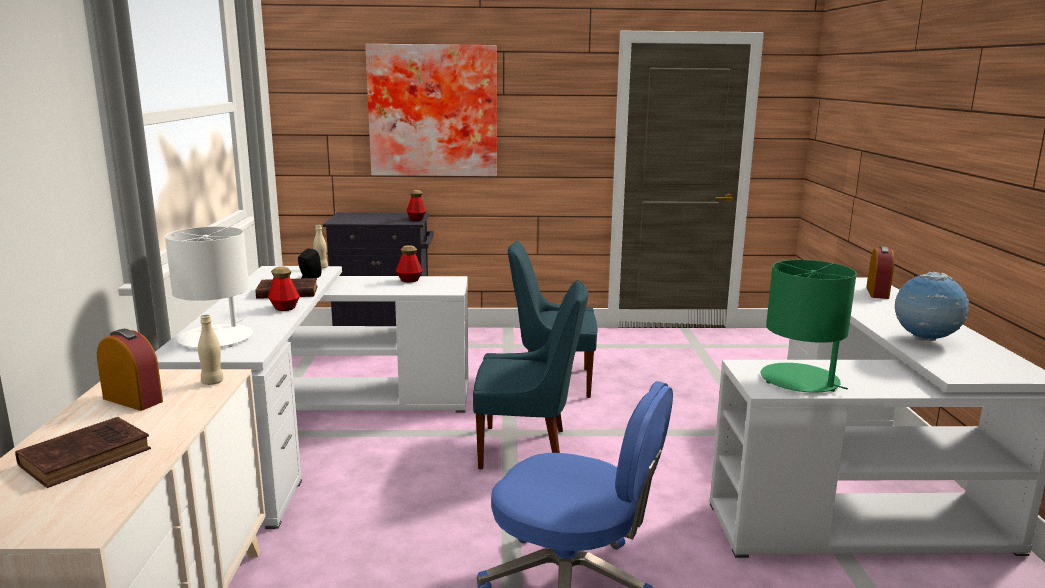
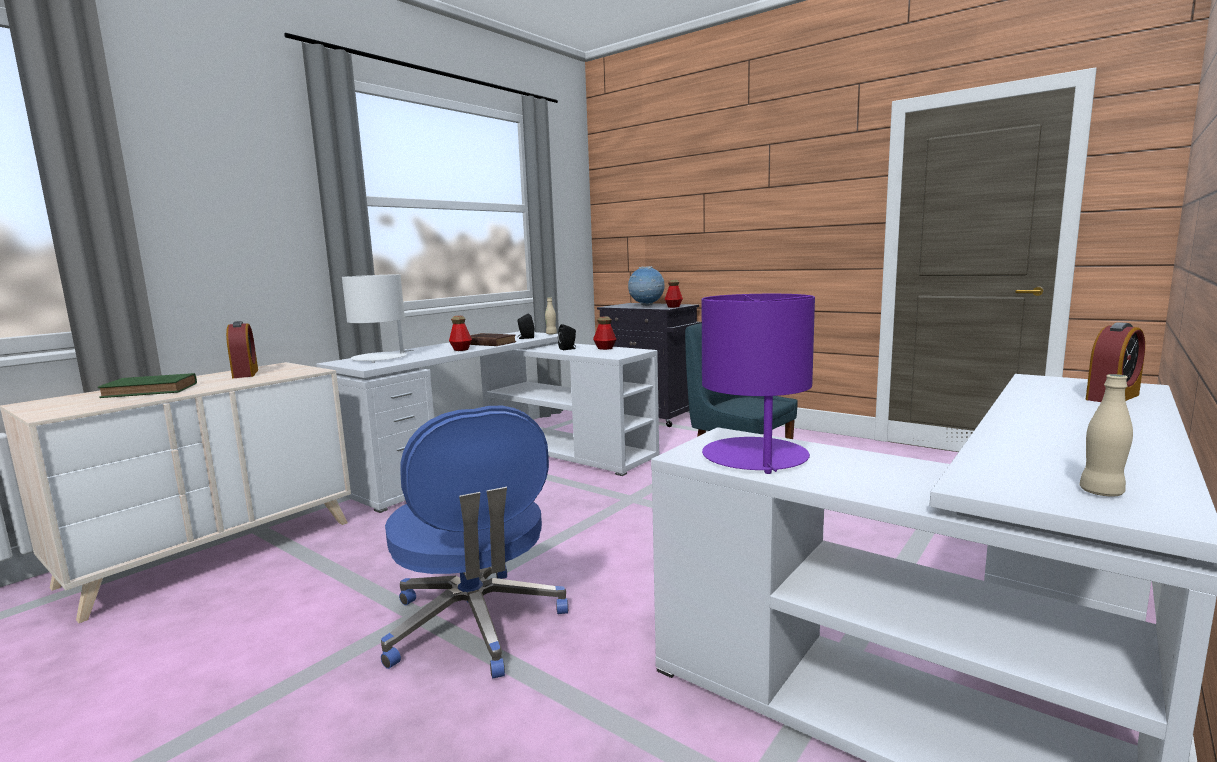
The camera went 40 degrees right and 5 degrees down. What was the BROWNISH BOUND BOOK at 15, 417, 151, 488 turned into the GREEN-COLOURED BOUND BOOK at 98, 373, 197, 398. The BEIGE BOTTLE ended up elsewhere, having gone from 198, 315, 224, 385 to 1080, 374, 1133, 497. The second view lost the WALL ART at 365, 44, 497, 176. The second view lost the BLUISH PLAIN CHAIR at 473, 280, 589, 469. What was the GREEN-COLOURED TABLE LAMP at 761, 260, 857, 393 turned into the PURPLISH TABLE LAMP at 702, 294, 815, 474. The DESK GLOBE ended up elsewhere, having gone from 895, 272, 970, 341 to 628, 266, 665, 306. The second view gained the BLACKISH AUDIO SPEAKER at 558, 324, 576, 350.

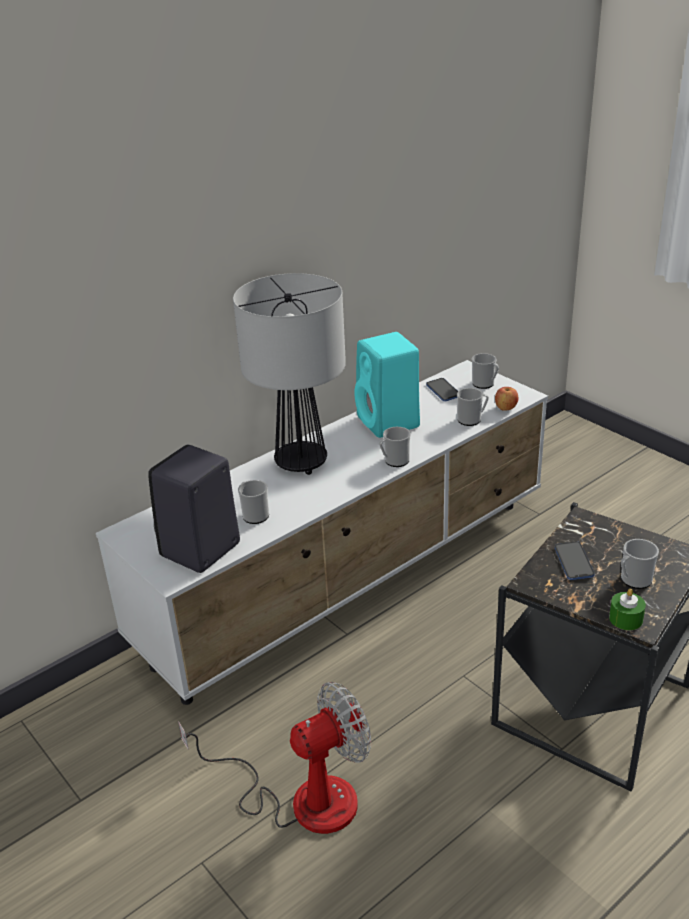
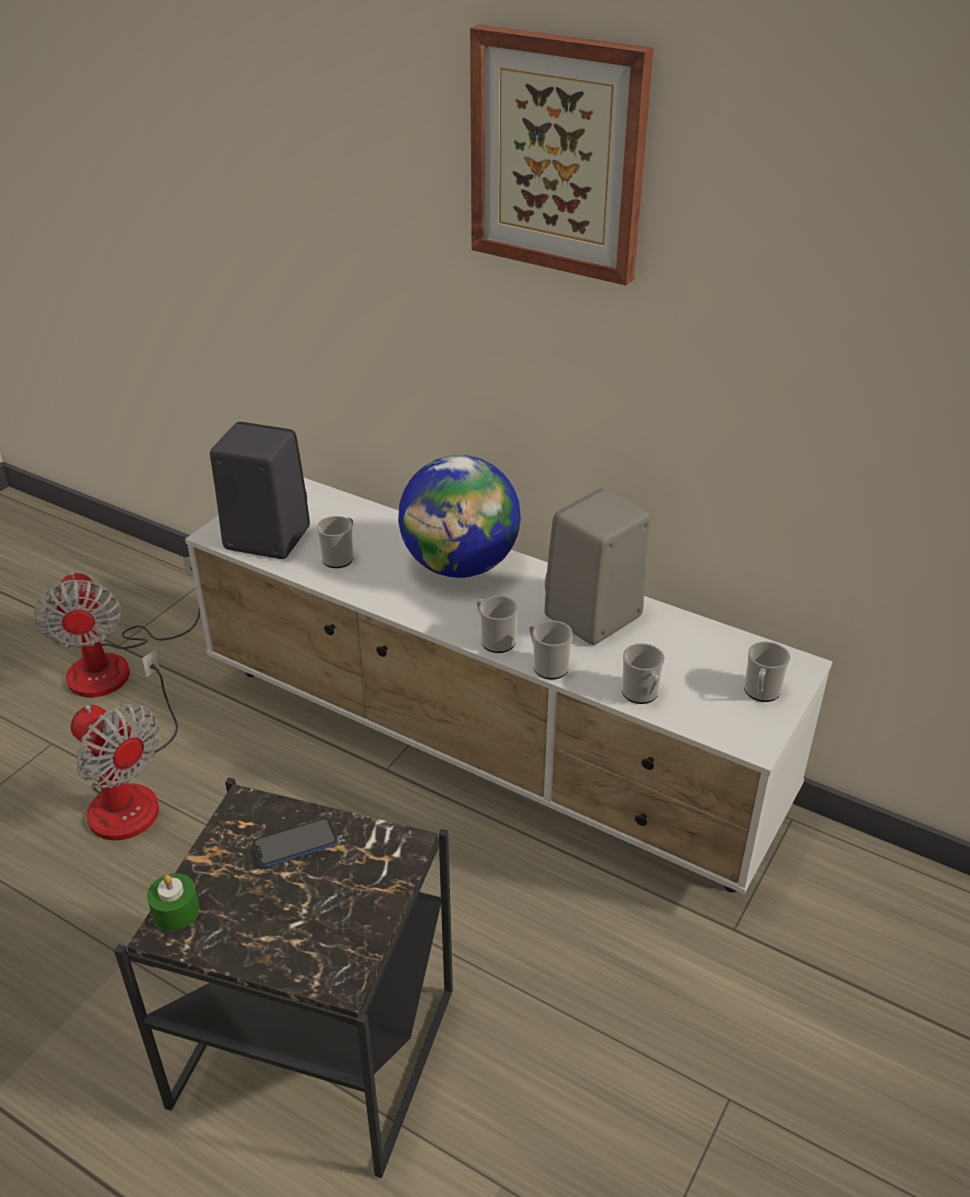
The camera went 70 degrees right and 5 degrees up. Where the TABLE LAMP stood at 233, 273, 346, 475, the DESK GLOBE came to stand at 398, 455, 521, 578. What was the TURQUOISE AUDIO SPEAKER at 354, 332, 420, 438 turned into the GREY AUDIO SPEAKER at 545, 488, 651, 645. The second view lost the PHONE at 426, 378, 458, 401. The second view lost the APPLE at 495, 387, 519, 411. The COFFEE MUG ended up elsewhere, having gone from 621, 539, 659, 589 to 529, 620, 573, 680. The second view gained the COOLING FAN at 34, 557, 200, 697. The second view gained the WALL ART at 470, 24, 653, 286.

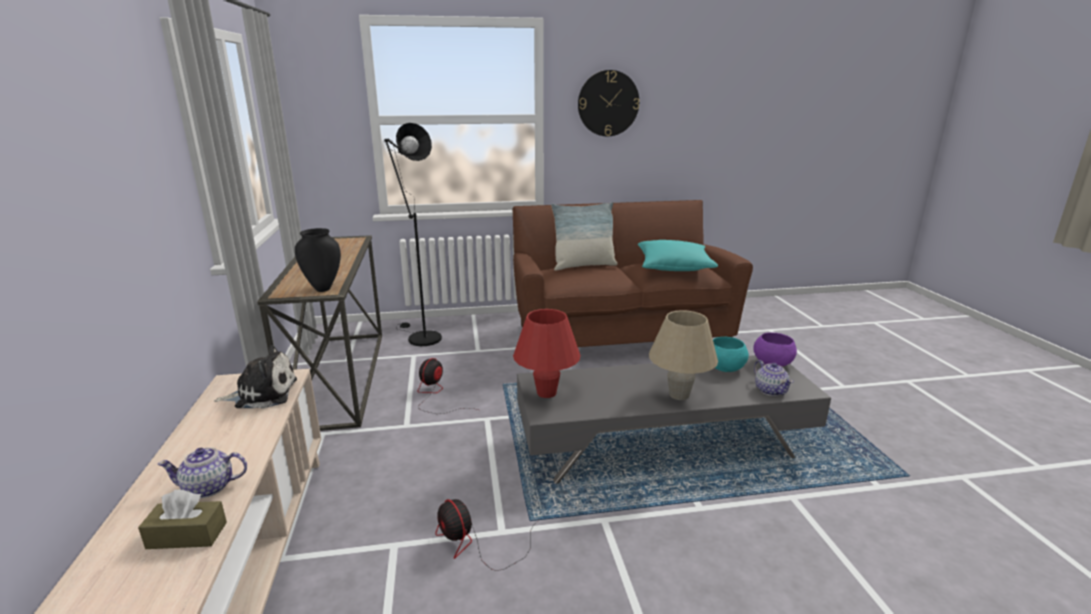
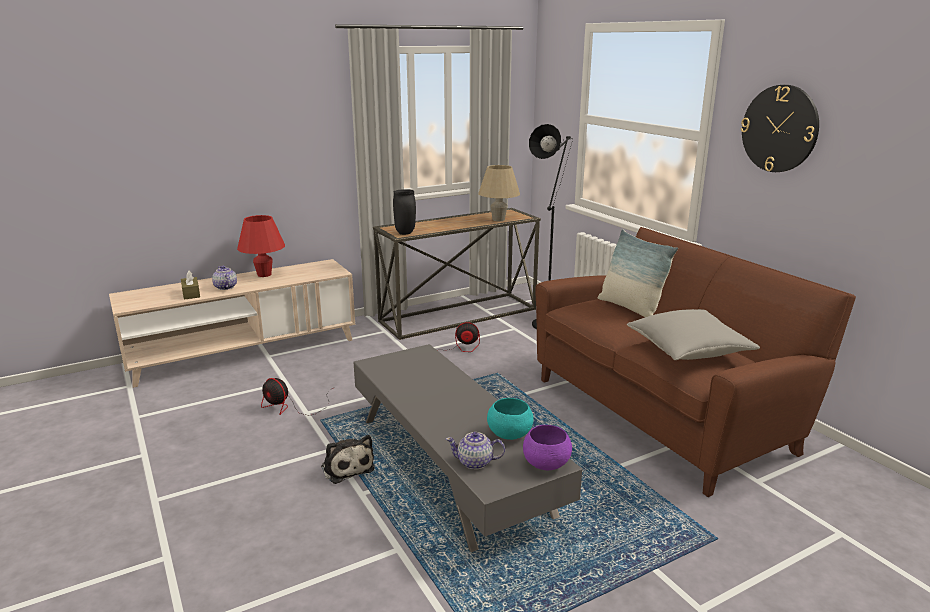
The camera went 70 degrees right and 0 degrees up. The CUDDLY TOY ended up elsewhere, having gone from 214, 345, 297, 409 to 321, 435, 375, 484. The COOLING FAN at 435, 499, 539, 571 ended up facing another way, 90 degrees counterclockwise from before. The RED TABLE LAMP ended up elsewhere, having gone from 513, 309, 581, 398 to 237, 215, 285, 277. What was the TURQUOISE THROW PILLOW at 638, 240, 718, 271 turned into the GREY THROW PILLOW at 627, 309, 760, 360. The BEIGE TABLE LAMP ended up elsewhere, having gone from 649, 310, 718, 400 to 478, 165, 520, 221. The POT FOR TEA at 754, 360, 794, 396 ended up facing another way, 45 degrees clockwise from before.

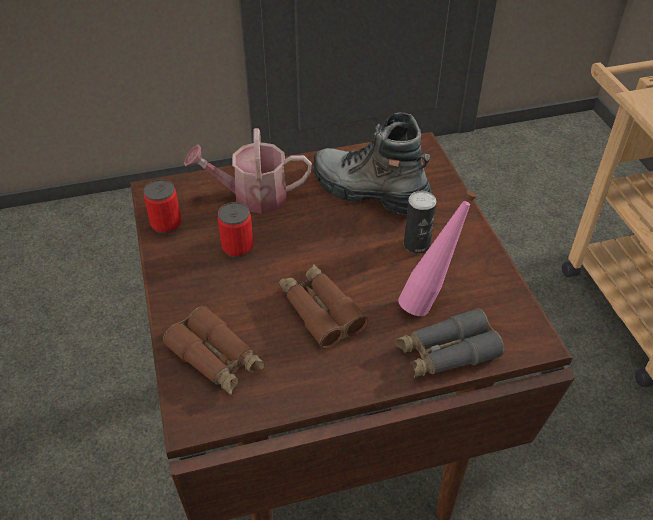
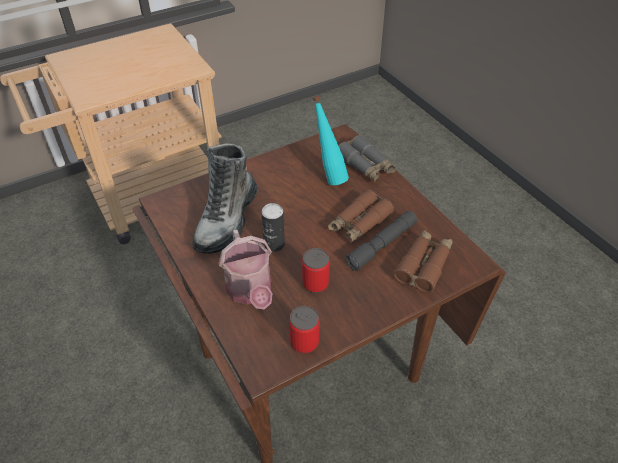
The camera went 105 degrees left and 0 degrees up. What was the PINK BOTTLE at 398, 191, 477, 316 turned into the TURQUOISE BOTTLE at 313, 96, 349, 185. The METAL CAN ended up elsewhere, having gone from 404, 191, 436, 254 to 261, 203, 285, 252. The second view gained the GREY FLASHLIGHT at 345, 211, 417, 271.

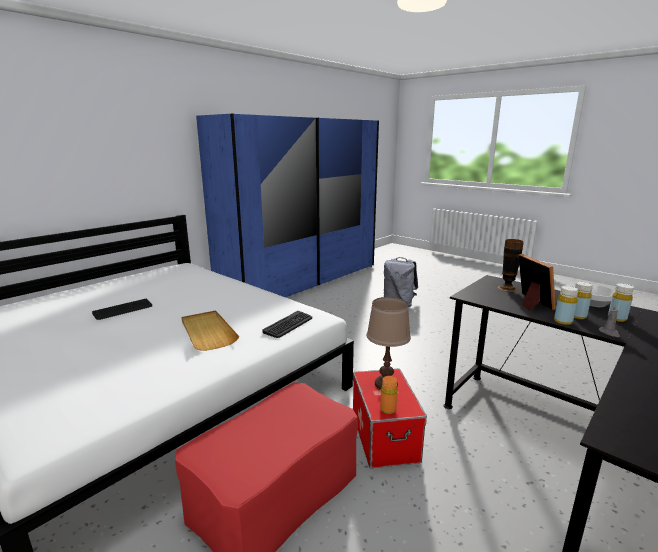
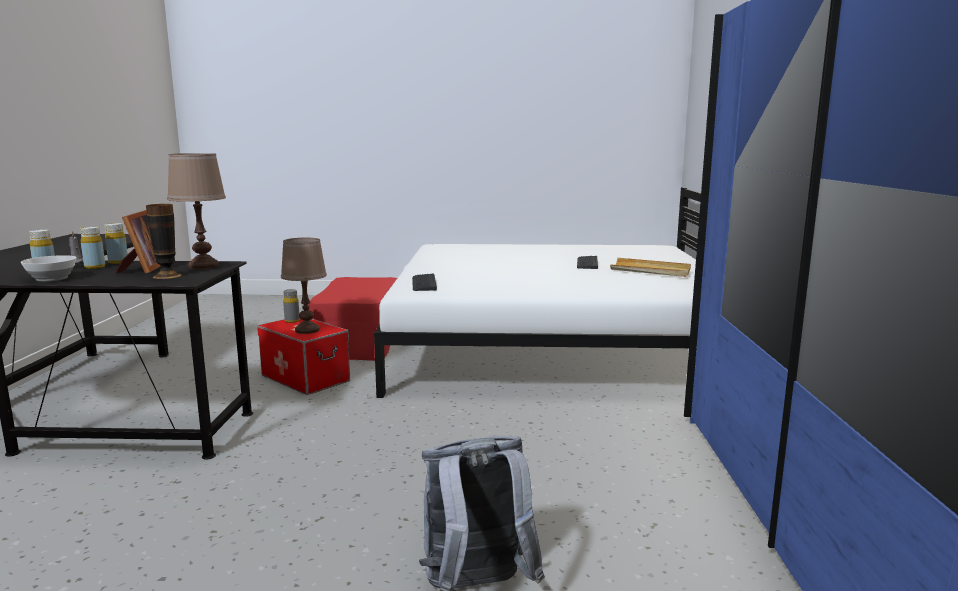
The camera went 140 degrees right and 5 degrees down. The BEIGE SERVING TRAY ended up elsewhere, having gone from 181, 311, 239, 351 to 610, 258, 691, 277. What was the ORANGE BOTTLE at 380, 376, 398, 414 turned into the GREY BOTTLE at 283, 289, 300, 323. The PICTURE FRAME at 518, 254, 556, 311 ended up facing another way, 135 degrees counterclockwise from before. The second view gained the BROWNISH TABLE LAMP at 167, 153, 226, 269.

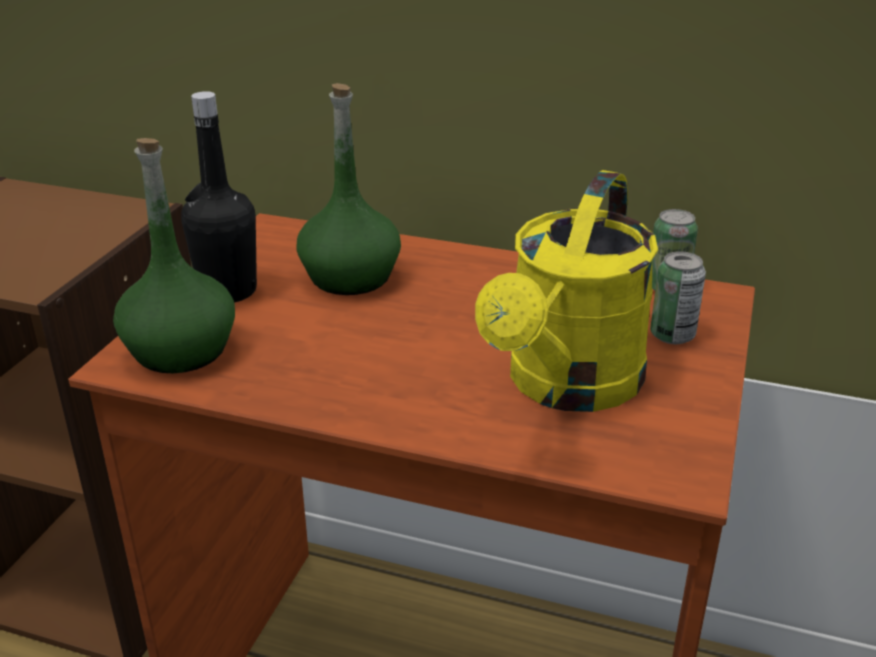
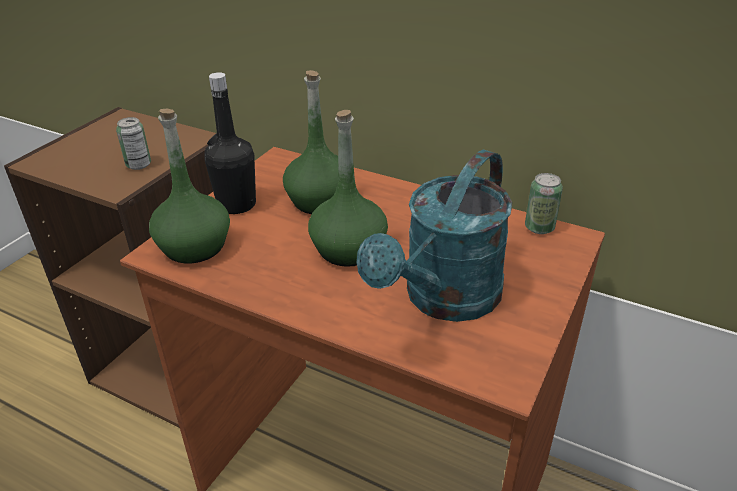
The camera went 10 degrees right and 5 degrees up. What was the YELLOWISH WATERING POT at 475, 170, 658, 412 turned into the TURQUOISE WATERING POT at 357, 150, 512, 322. The METAL CAN ended up elsewhere, having gone from 650, 251, 706, 344 to 116, 117, 151, 170. The second view gained the GREEN-COLOURED BOTTLE at 308, 110, 388, 267.

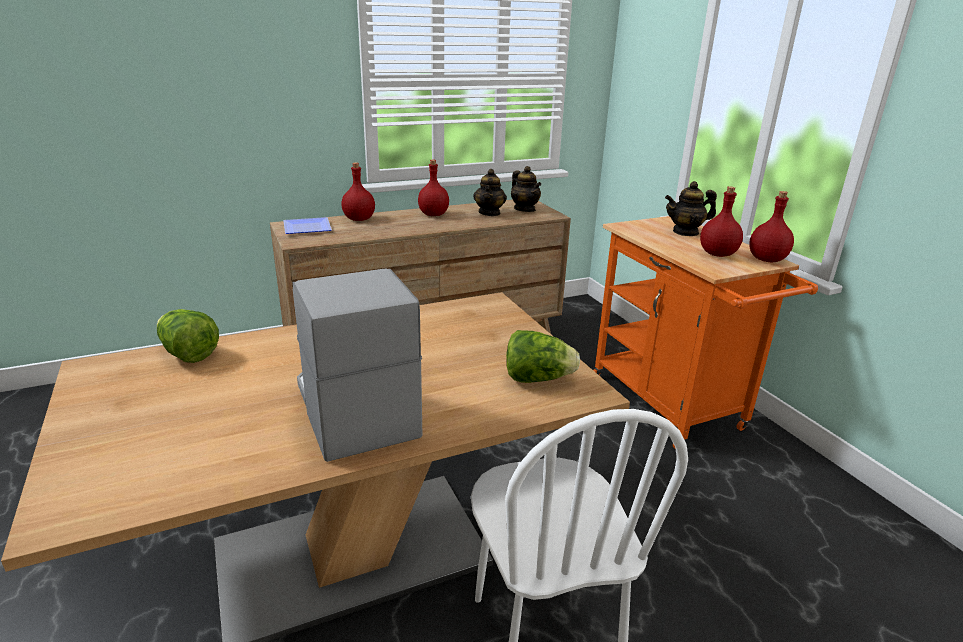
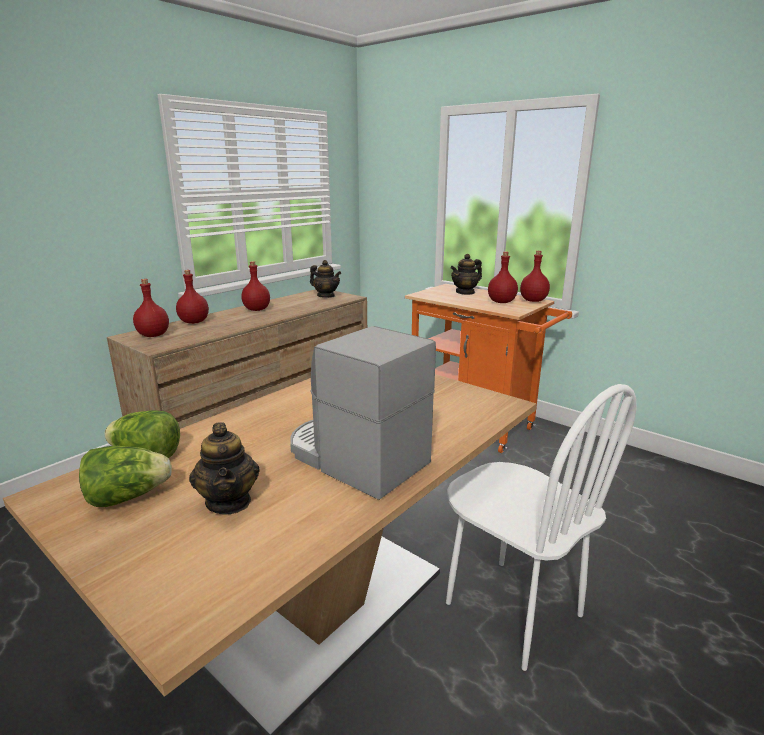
The camera went 25 degrees left and 5 degrees down. Where the DINNER PLATE stood at 283, 217, 332, 234, the RED BOTTLE came to stand at 133, 279, 169, 337. The POT FOR TEA ended up elsewhere, having gone from 473, 169, 507, 216 to 189, 422, 260, 515. The LETTUCE HEAD ended up elsewhere, having gone from 506, 330, 580, 383 to 79, 446, 172, 507.

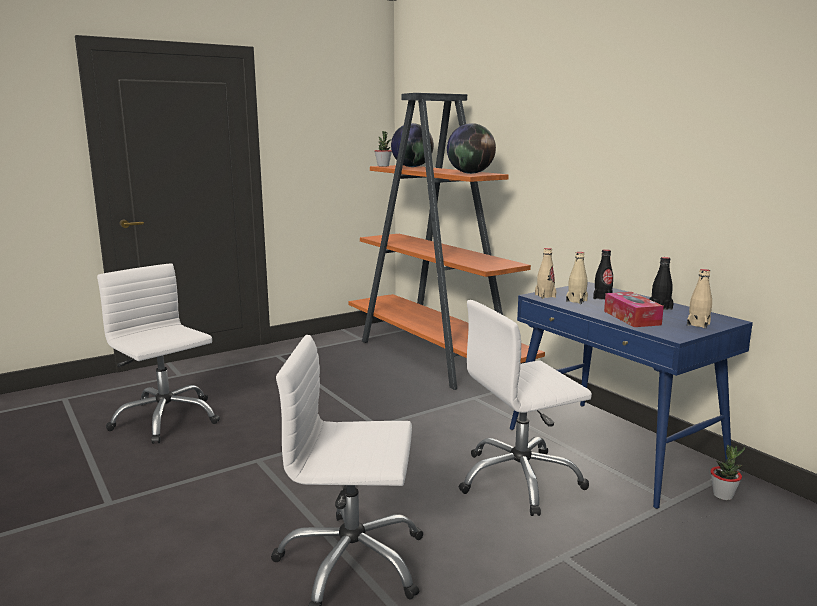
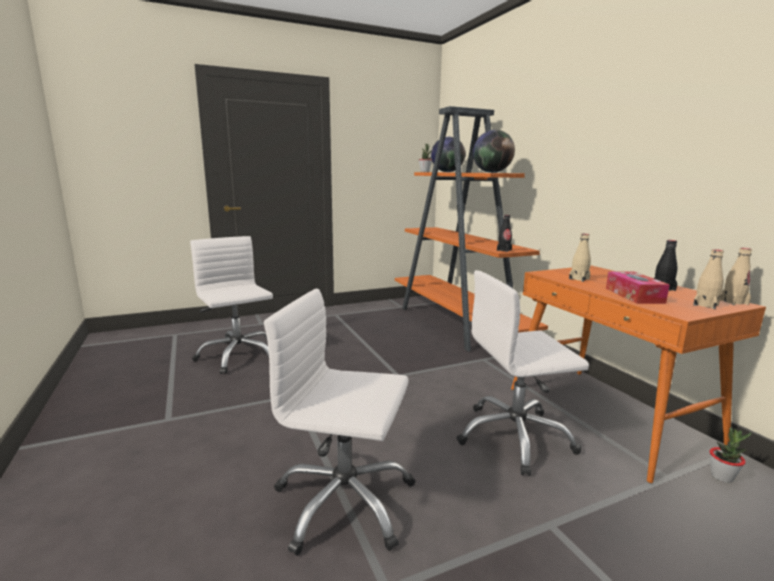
The camera went 10 degrees right and 0 degrees up. What was the BLUISH DESK UNIT at 510, 282, 753, 509 turned into the ORANGE DESK UNIT at 511, 266, 766, 483. The BEIGE BOTTLE ended up elsewhere, having gone from 535, 248, 556, 299 to 720, 248, 752, 305. The BLACKISH BOTTLE ended up elsewhere, having gone from 593, 249, 613, 300 to 497, 215, 512, 252.

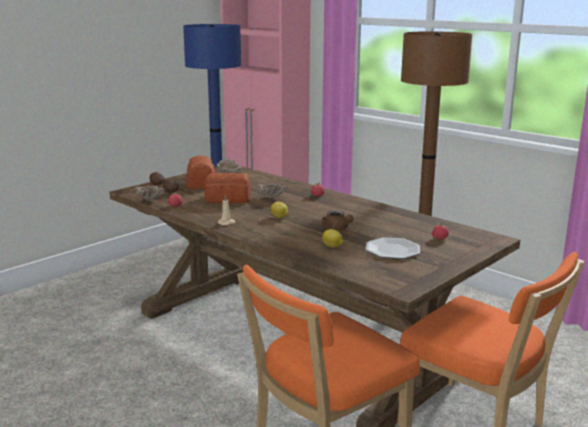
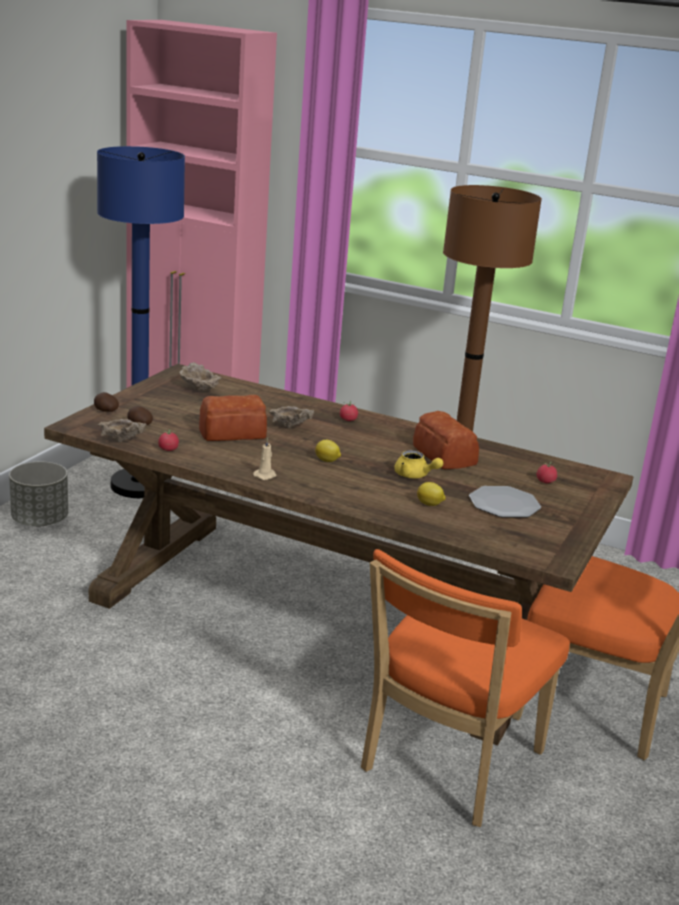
The camera went 20 degrees left and 5 degrees up. The BREAD ended up elsewhere, having gone from 186, 156, 215, 189 to 413, 411, 479, 469. What was the BROWNISH POT FOR TEA at 322, 211, 354, 230 turned into the YELLOWISH POT FOR TEA at 394, 450, 443, 478. The second view gained the GREY FLOWER POT at 9, 462, 68, 526.

